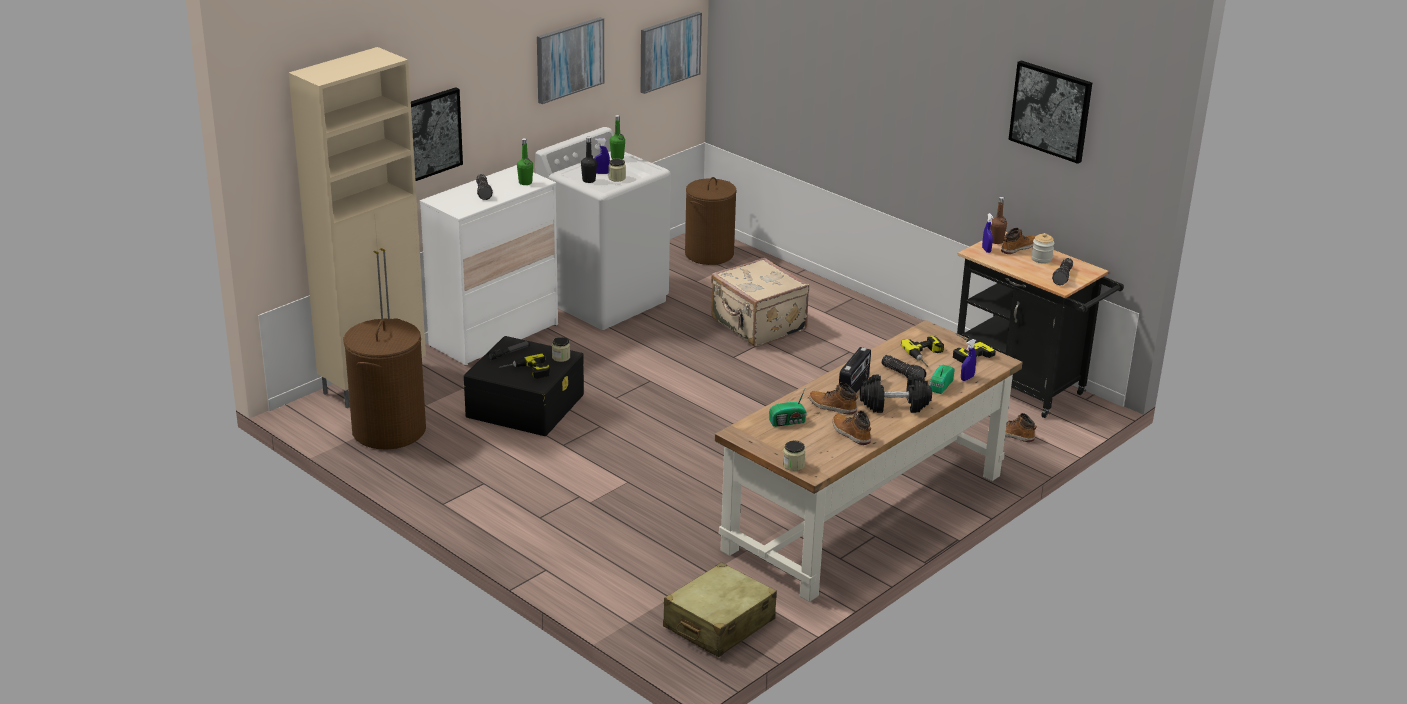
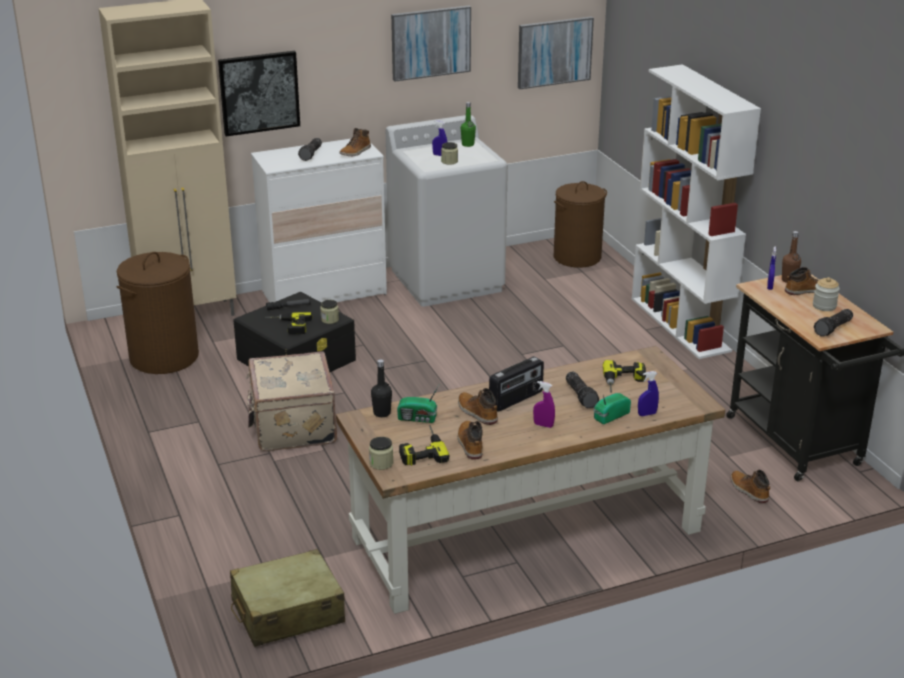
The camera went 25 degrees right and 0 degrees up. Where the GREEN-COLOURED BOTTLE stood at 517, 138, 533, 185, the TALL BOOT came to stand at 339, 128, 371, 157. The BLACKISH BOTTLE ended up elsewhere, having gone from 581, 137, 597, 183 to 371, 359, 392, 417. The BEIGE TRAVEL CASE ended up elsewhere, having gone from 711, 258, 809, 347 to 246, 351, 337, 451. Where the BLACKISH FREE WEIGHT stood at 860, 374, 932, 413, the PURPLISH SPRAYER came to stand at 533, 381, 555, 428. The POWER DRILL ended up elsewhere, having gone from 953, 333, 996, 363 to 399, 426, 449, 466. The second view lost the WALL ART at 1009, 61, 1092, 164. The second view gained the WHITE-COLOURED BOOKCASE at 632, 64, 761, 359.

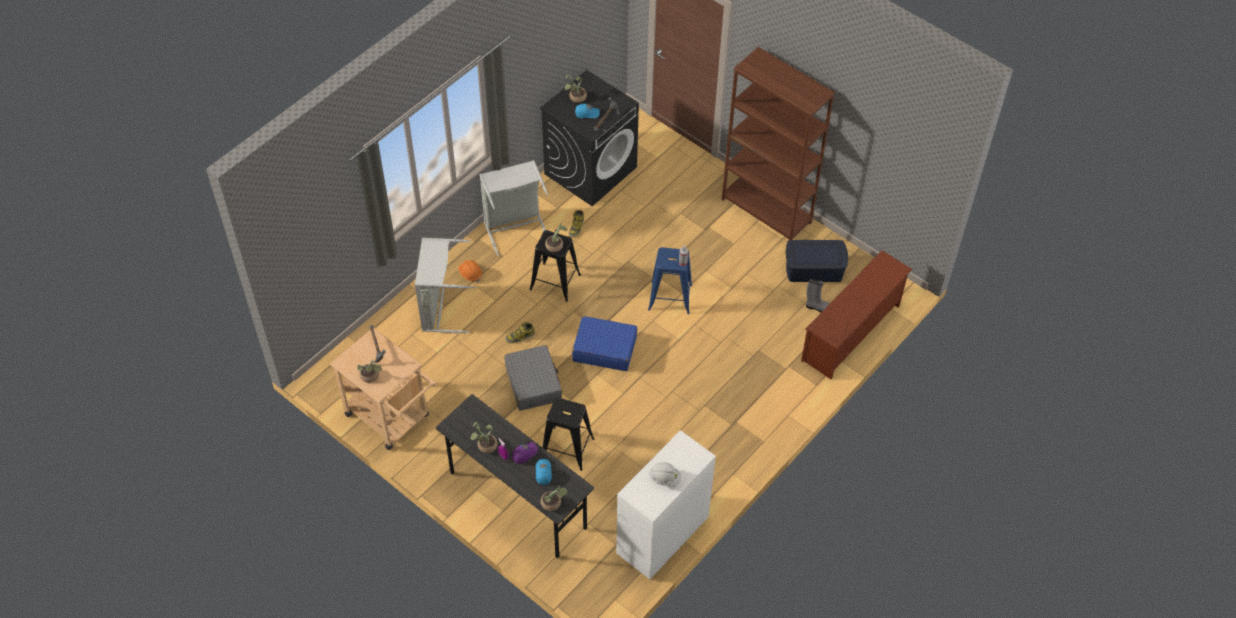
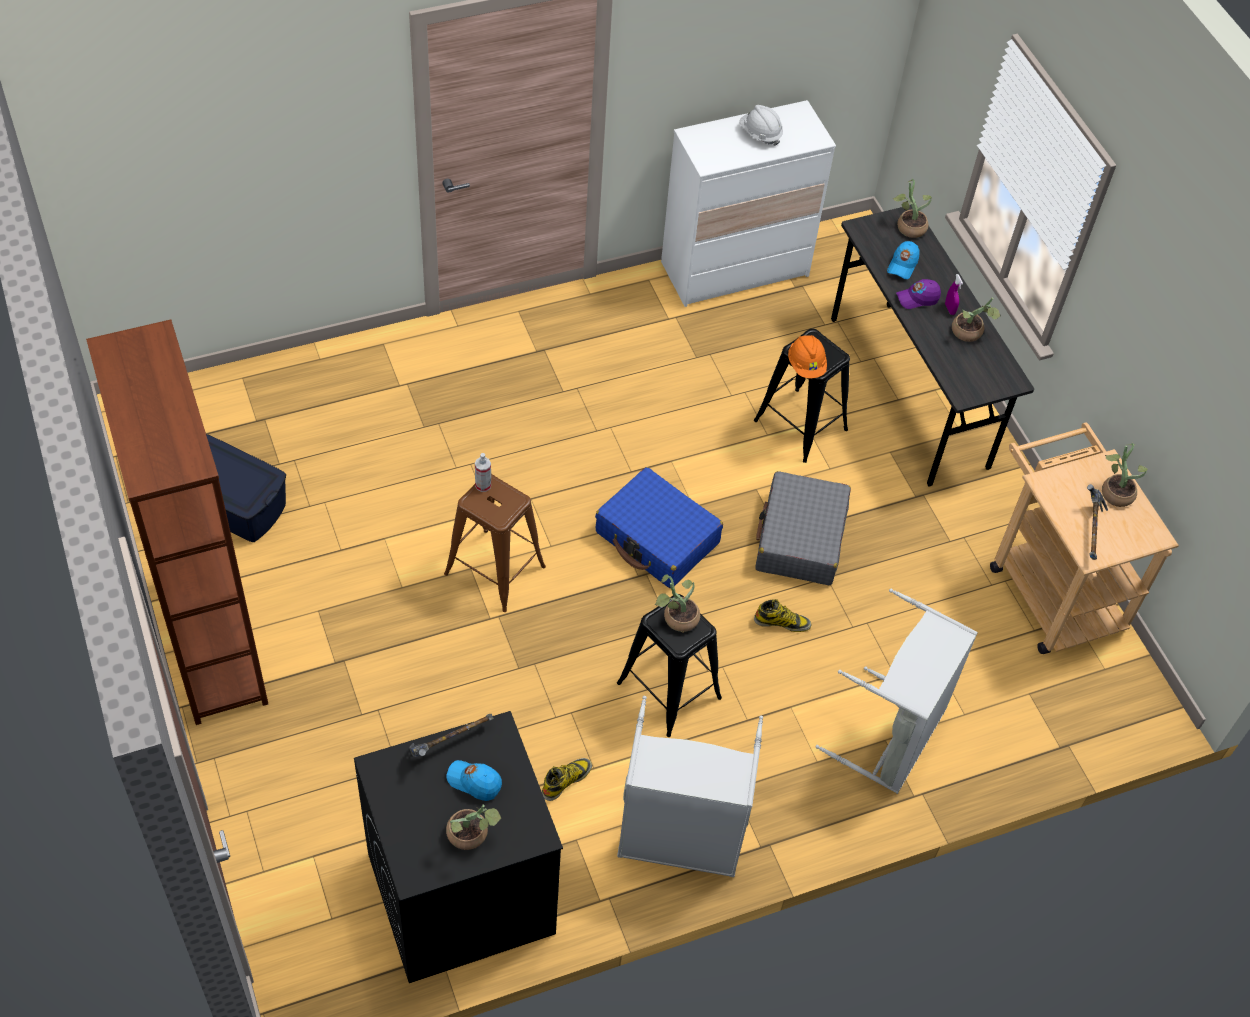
The camera went 155 degrees left and 0 degrees up. The ORANGE WORK HELMET ended up elsewhere, having gone from 458, 260, 482, 282 to 788, 335, 827, 378. What was the BLUISH STOOL at 648, 247, 692, 314 turned into the BROWNISH STOOL at 444, 474, 546, 612. The second view lost the BROWNISH SHOE RACK at 801, 250, 912, 379. The second view lost the GREY TALL BOOT at 806, 279, 830, 312.

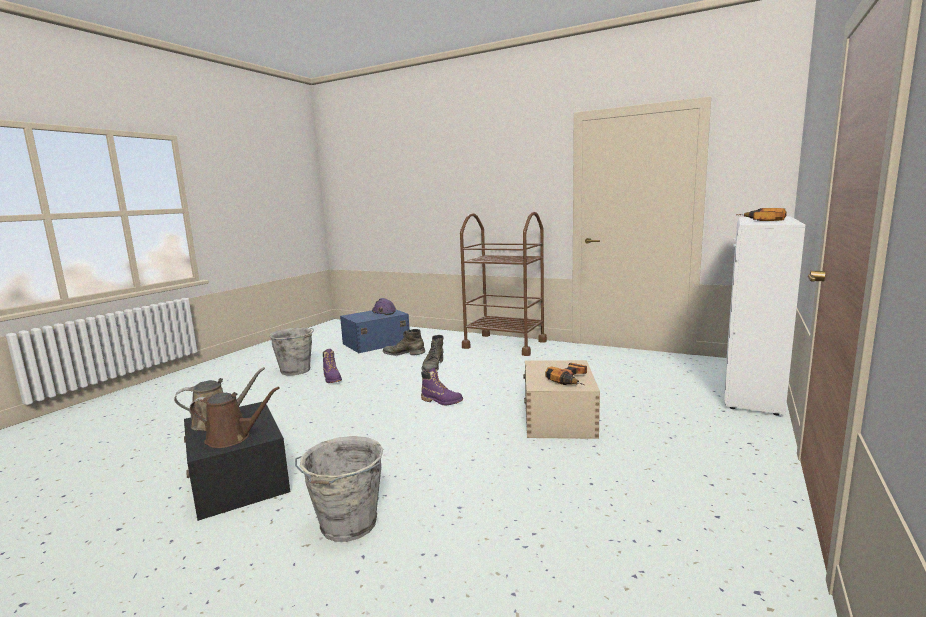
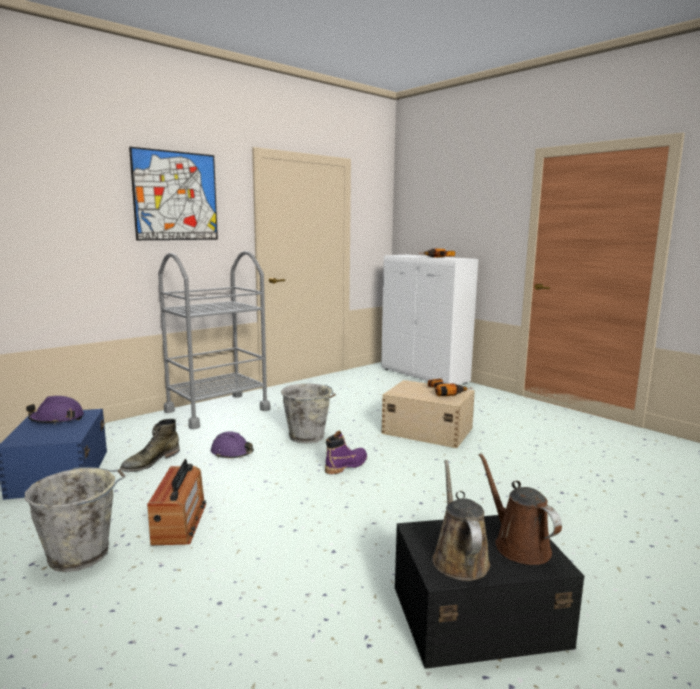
The camera went 70 degrees left and 0 degrees up. The BROWNISH WATERING POT at 190, 387, 280, 448 ended up facing another way, 45 degrees counterclockwise from before. The GREY WATER BUCKET ended up elsewhere, having gone from 295, 436, 383, 542 to 281, 384, 336, 443. Where the PURPLISH TALL BOOT stood at 323, 349, 342, 383, the RADIO RECEIVER came to stand at 147, 459, 206, 545. Where the GREEN-COLOURED TALL BOOT stood at 421, 335, 443, 371, the PURPLISH WORK HELMET came to stand at 211, 431, 254, 458. What was the BROWNISH TROLLEY at 460, 212, 547, 356 turned into the GREY TROLLEY at 158, 251, 271, 429. The second view gained the WALL ART at 129, 147, 218, 240.

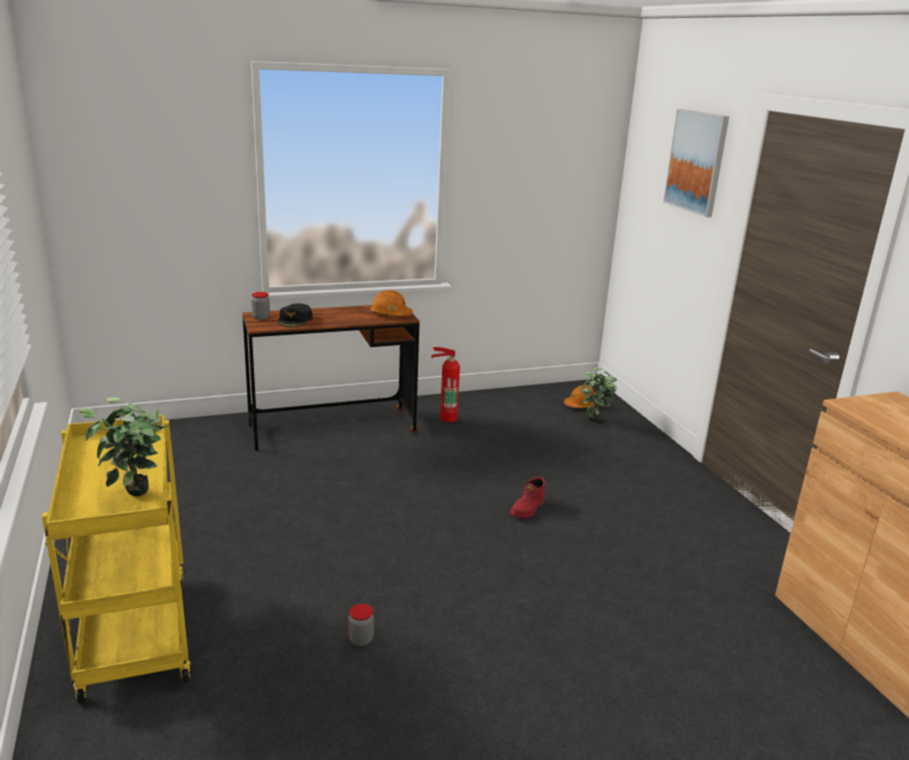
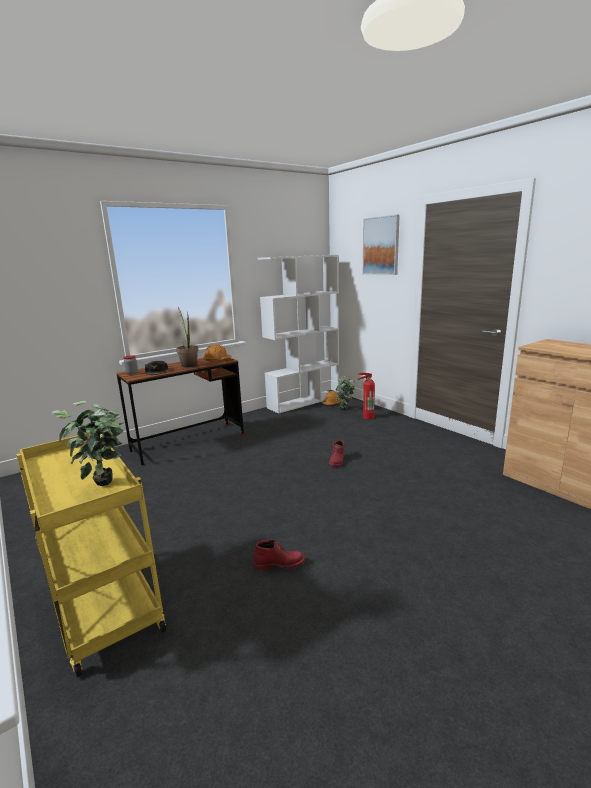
The camera went 15 degrees left and 5 degrees down. Where the JAR stood at 349, 604, 374, 646, the RED TALL BOOT came to stand at 254, 539, 305, 570. The EXTINGUISHER ended up elsewhere, having gone from 431, 347, 460, 422 to 358, 373, 375, 419. The second view gained the POTTED PLANT at 176, 307, 199, 368. The second view gained the WHITE-COLOURED BOOKCASE at 258, 255, 339, 414.

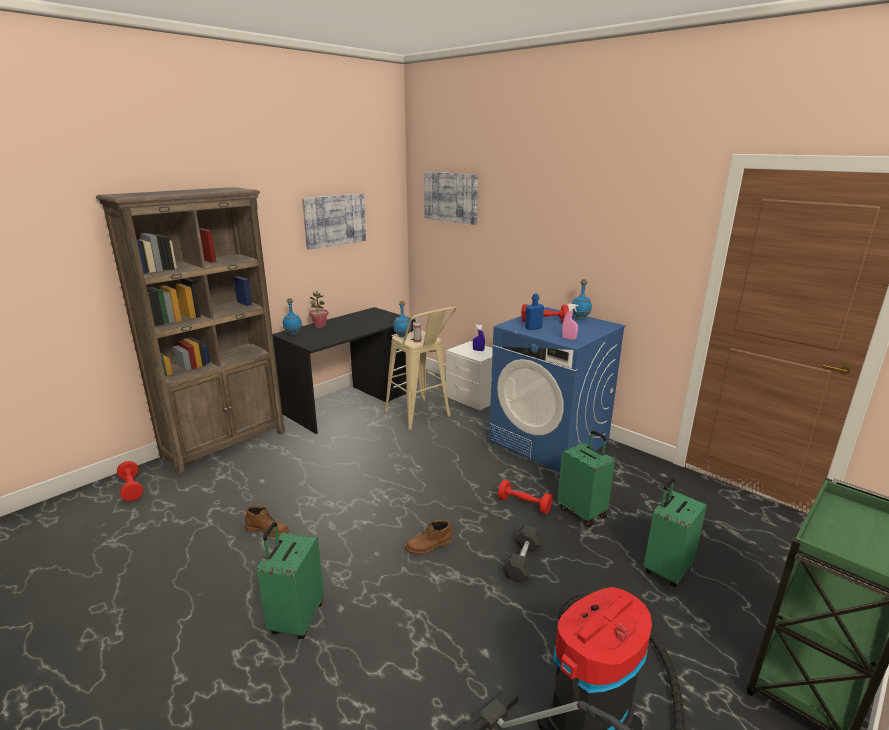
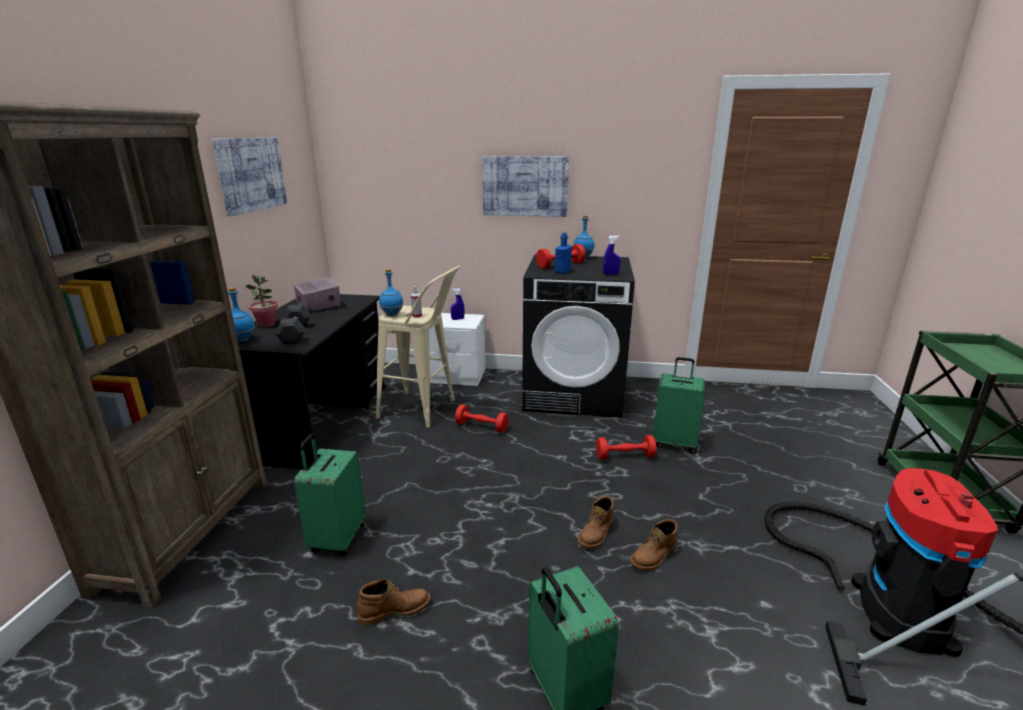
The camera went 35 degrees left and 0 degrees up. The RED FREE WEIGHT ended up elsewhere, having gone from 117, 461, 143, 501 to 455, 404, 509, 433. The WALL ART ended up elsewhere, having gone from 424, 172, 478, 225 to 482, 156, 569, 217. What was the BLUISH LAUNDRY MACHINE at 489, 307, 626, 472 turned into the BLACKISH LAUNDRY MACHINE at 522, 255, 635, 418. The GREY FREE WEIGHT ended up elsewhere, having gone from 503, 525, 543, 583 to 275, 304, 311, 345. What was the PINK SPRAYER at 562, 304, 578, 340 turned into the BLUISH SPRAYER at 603, 236, 621, 275. The GREEN-COLOURED TRAVEL CASE ended up elsewhere, having gone from 644, 478, 707, 587 to 294, 434, 366, 555. The second view gained the RADIO RECEIVER at 294, 277, 341, 311. The second view gained the BROWNISH TALL BOOT at 630, 519, 678, 571.

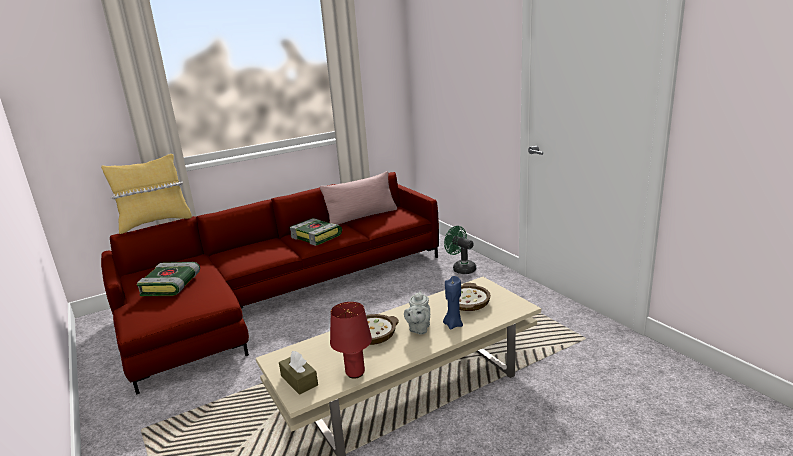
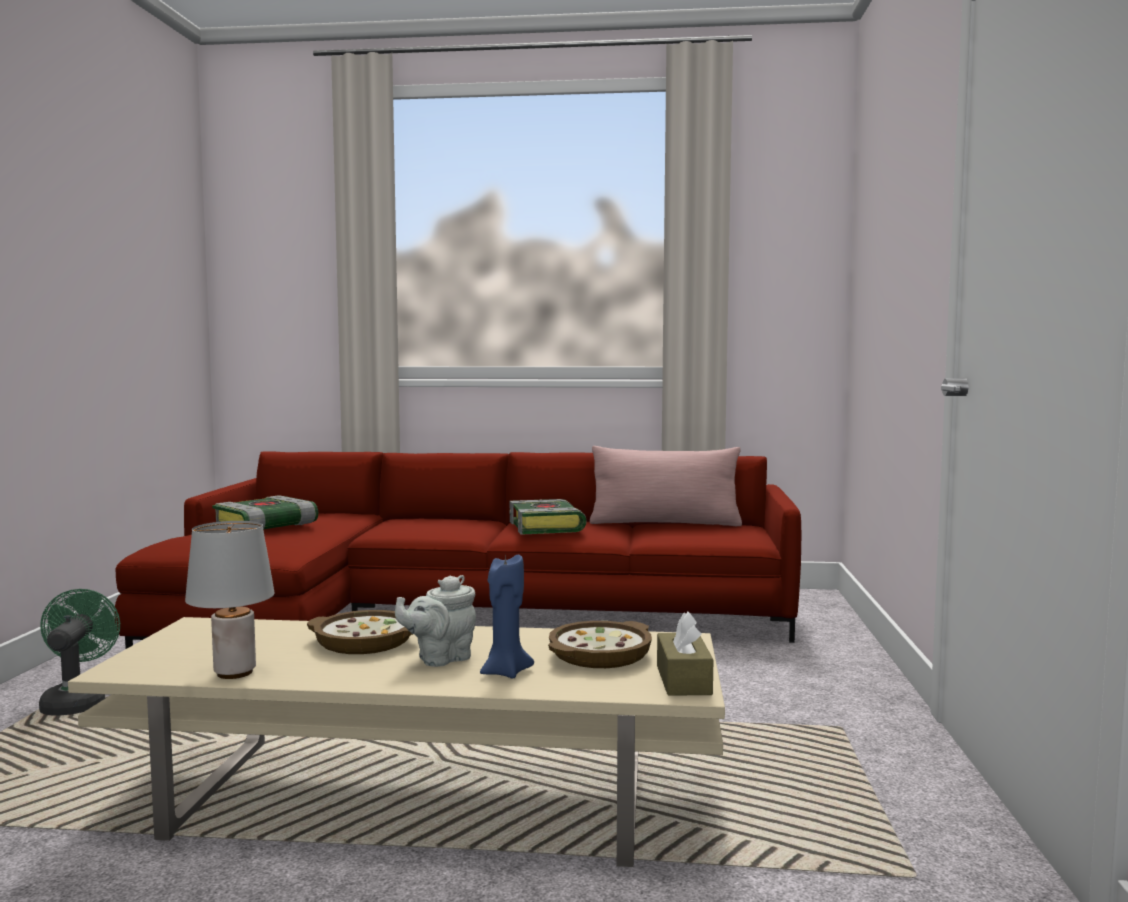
The camera went 35 degrees right and 15 degrees down. The second view lost the YELLOWISH THROW PILLOW at 101, 154, 192, 234. The BROWNISH TISSUE BOX ended up elsewhere, having gone from 279, 351, 318, 395 to 657, 612, 713, 696. What was the RED TABLE LAMP at 330, 302, 372, 379 turned into the GREY TABLE LAMP at 185, 521, 274, 679. The GREEN-COLOURED COOLING FAN ended up elsewhere, having gone from 444, 226, 476, 274 to 39, 589, 120, 715.

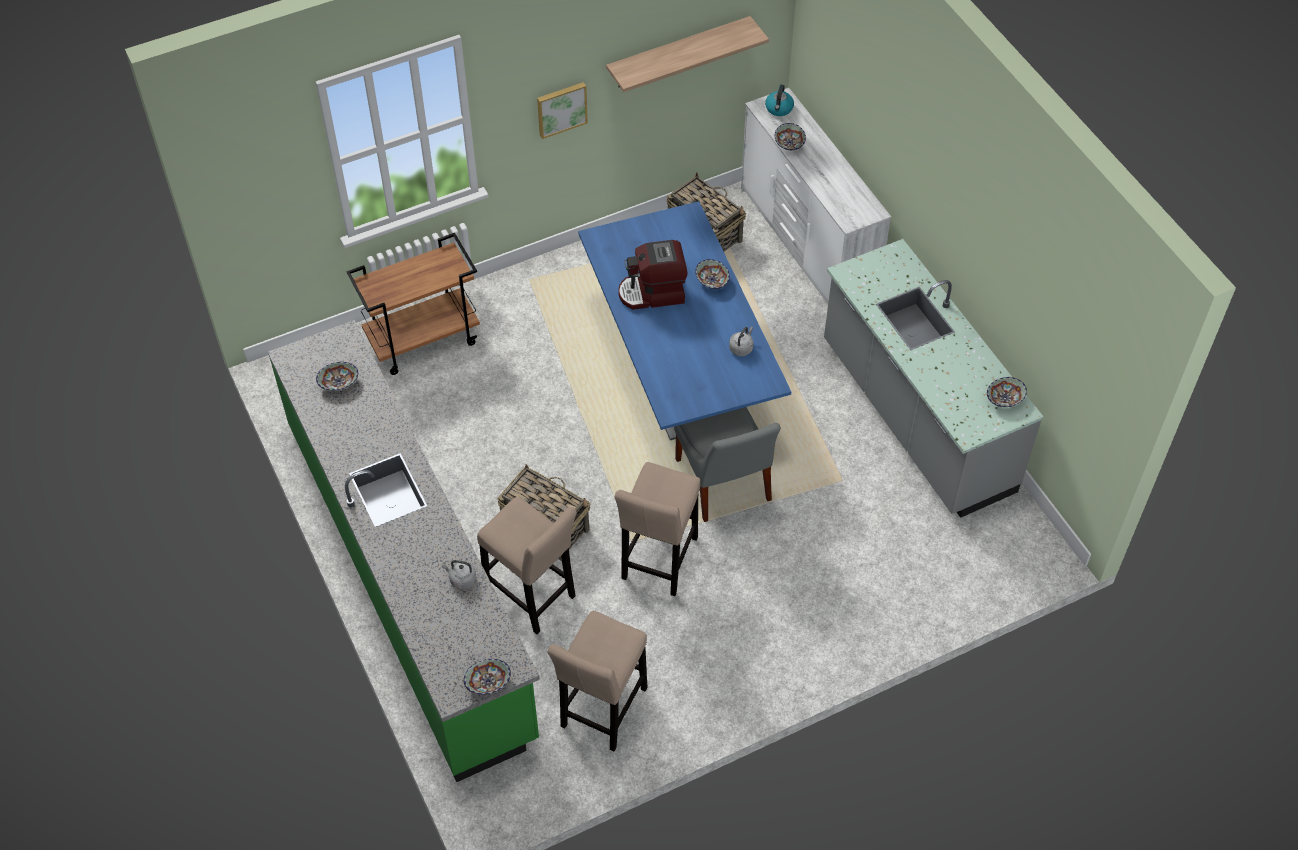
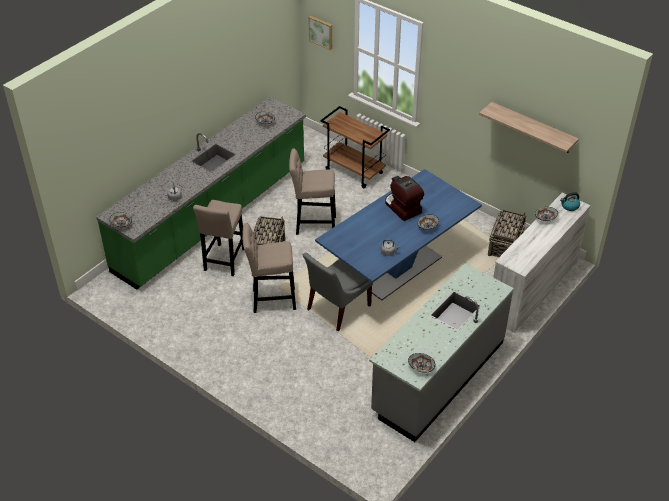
The camera went 65 degrees right and 10 degrees down. The WALL ART ended up elsewhere, having gone from 537, 82, 588, 139 to 308, 16, 332, 50. The BEIGE STOOL ended up elsewhere, having gone from 548, 611, 647, 751 to 289, 149, 336, 235.

